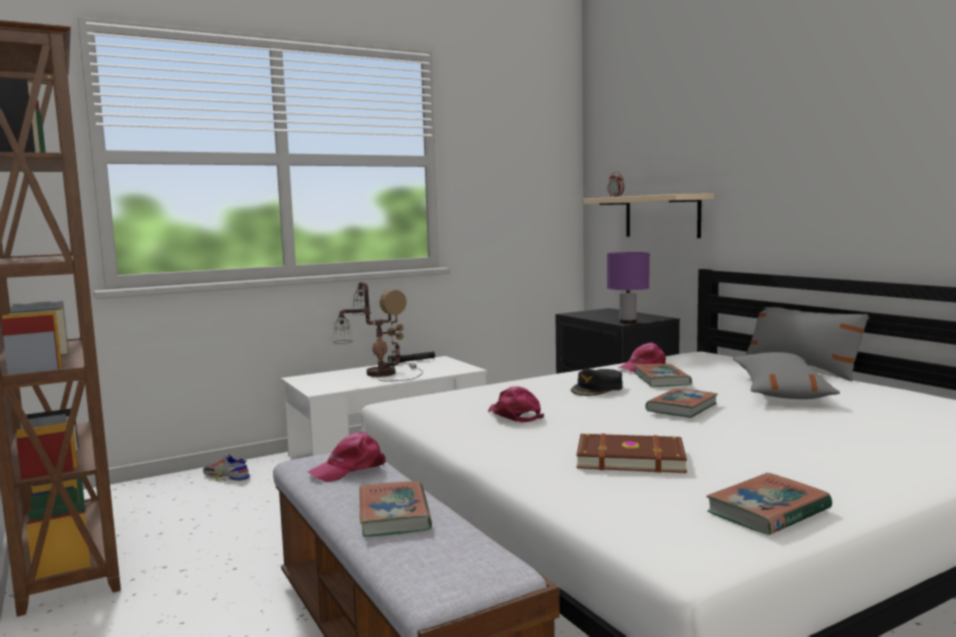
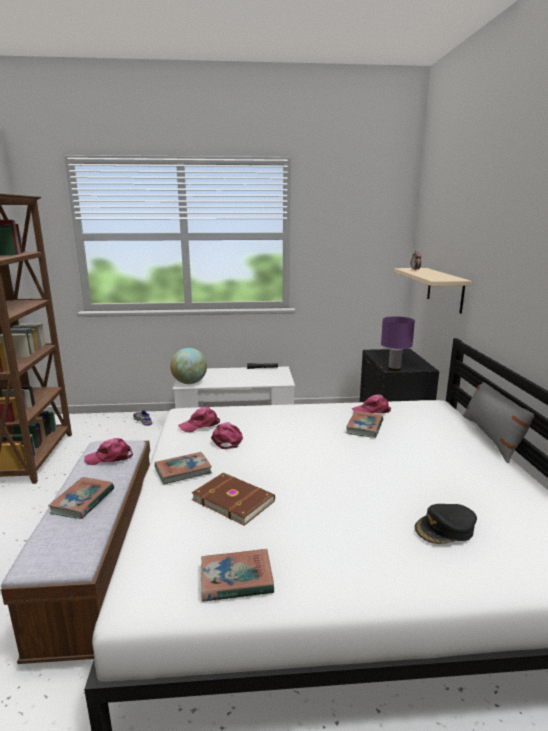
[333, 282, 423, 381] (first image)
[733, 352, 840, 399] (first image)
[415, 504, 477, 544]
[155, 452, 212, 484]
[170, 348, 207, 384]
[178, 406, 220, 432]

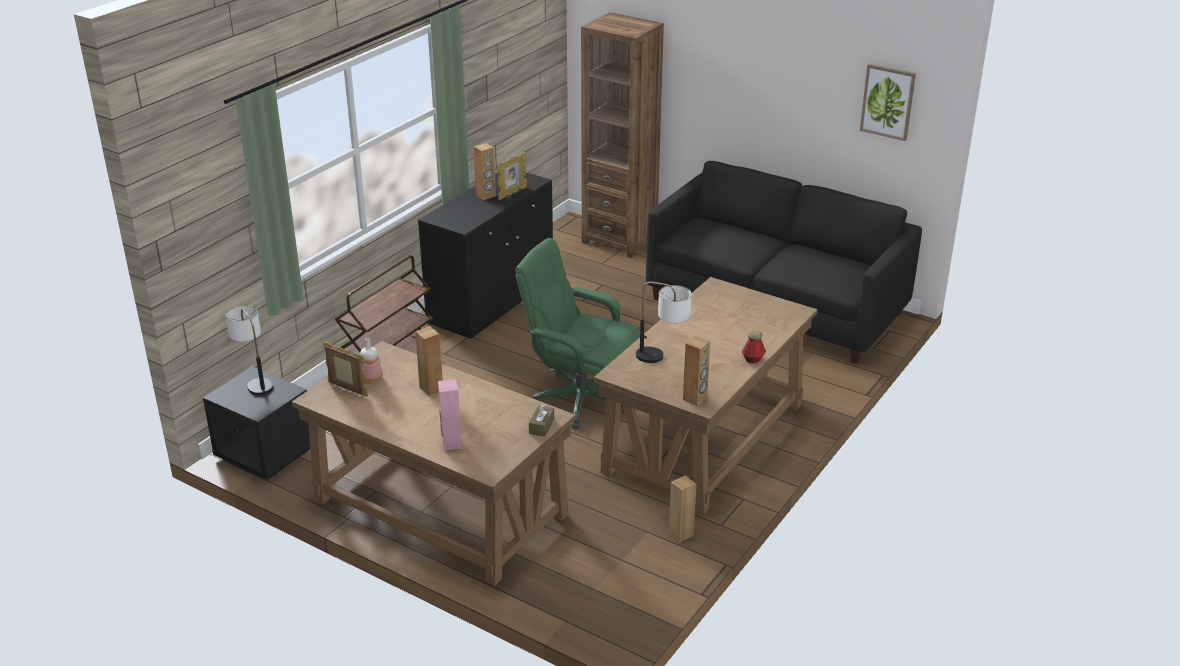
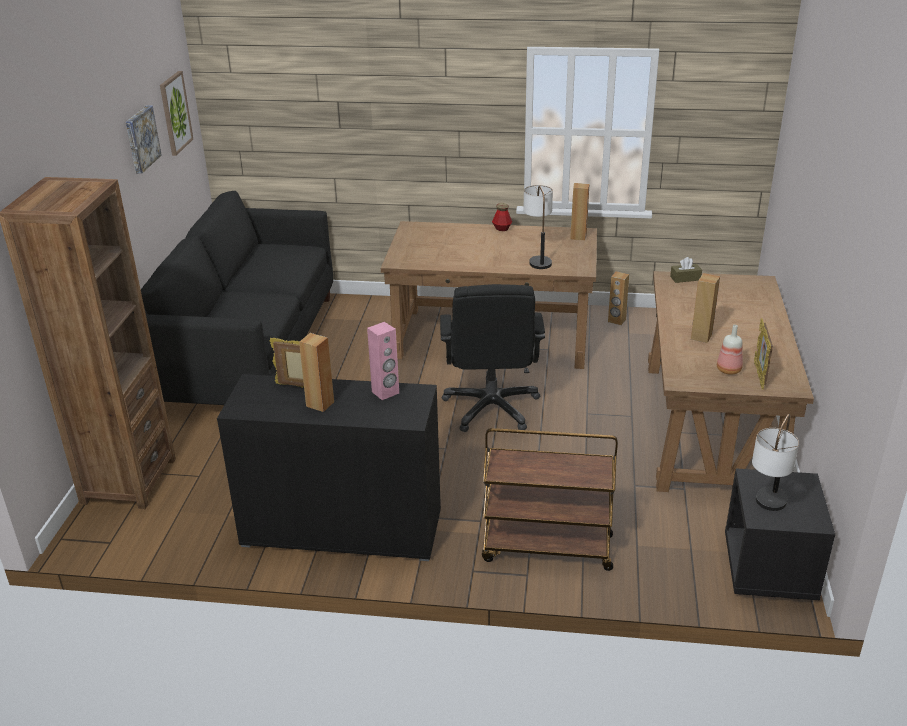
[440, 284, 545, 432]
[367, 322, 399, 400]
[126, 105, 162, 174]

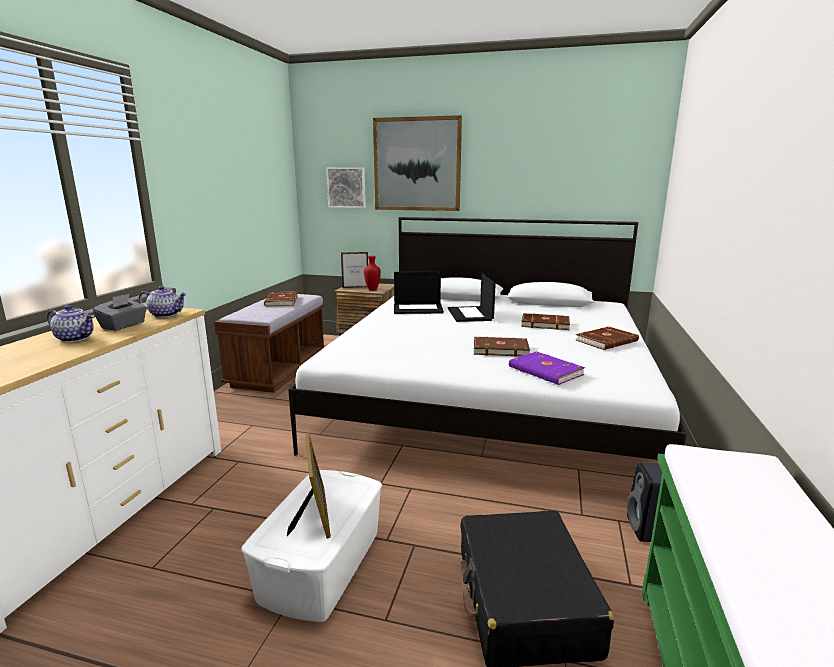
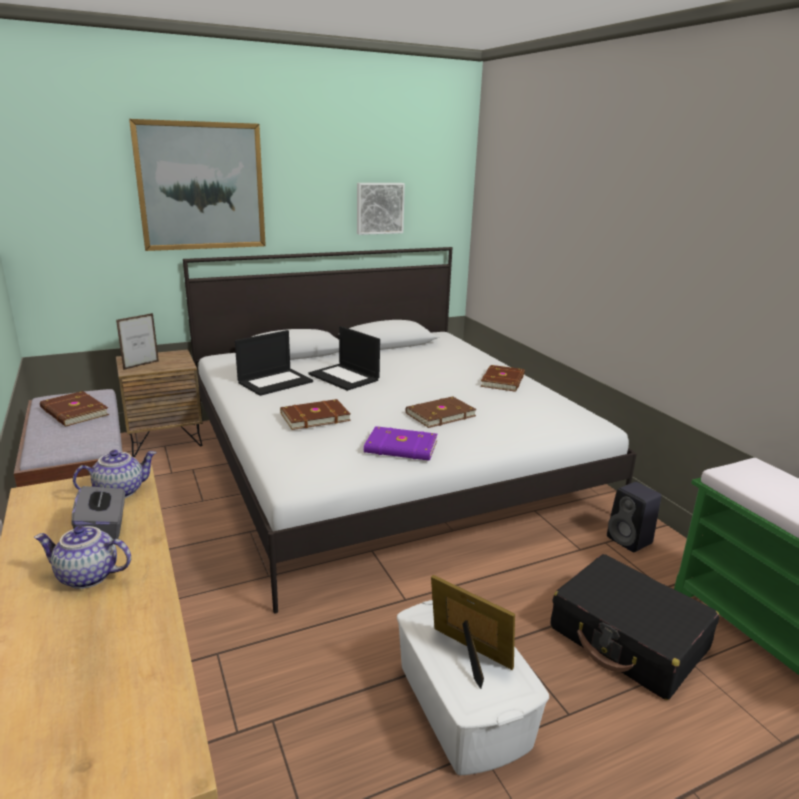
[357, 183, 405, 235]
[364, 256, 381, 291] (first image)
[34, 526, 131, 589]
[280, 399, 351, 430]
[364, 426, 438, 461]

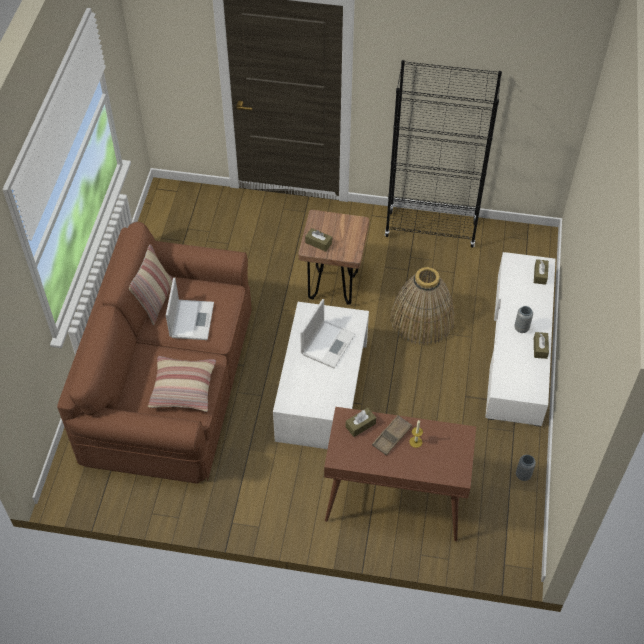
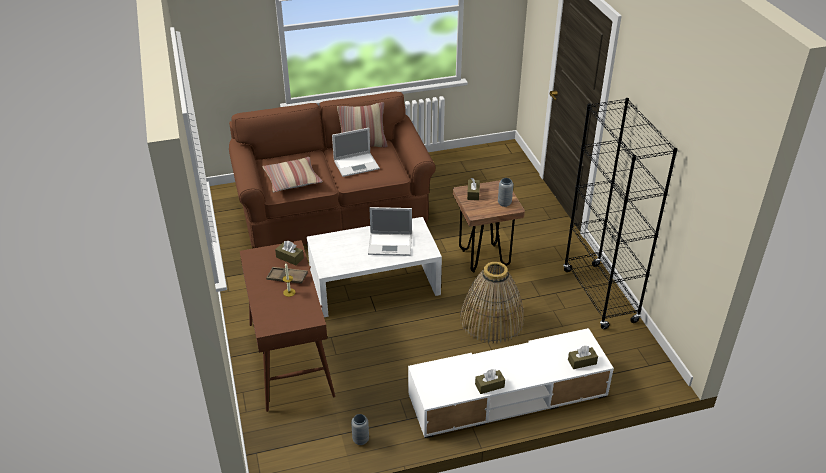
[498, 178, 513, 207]

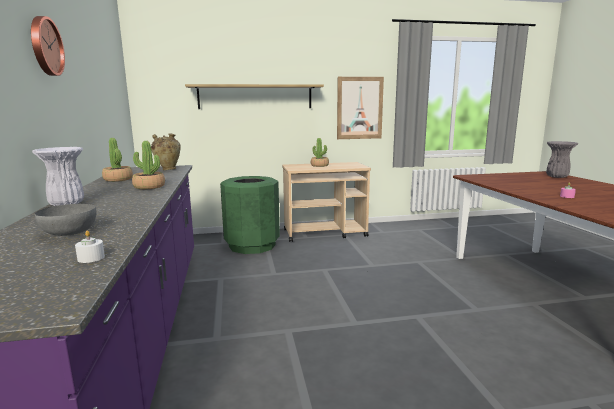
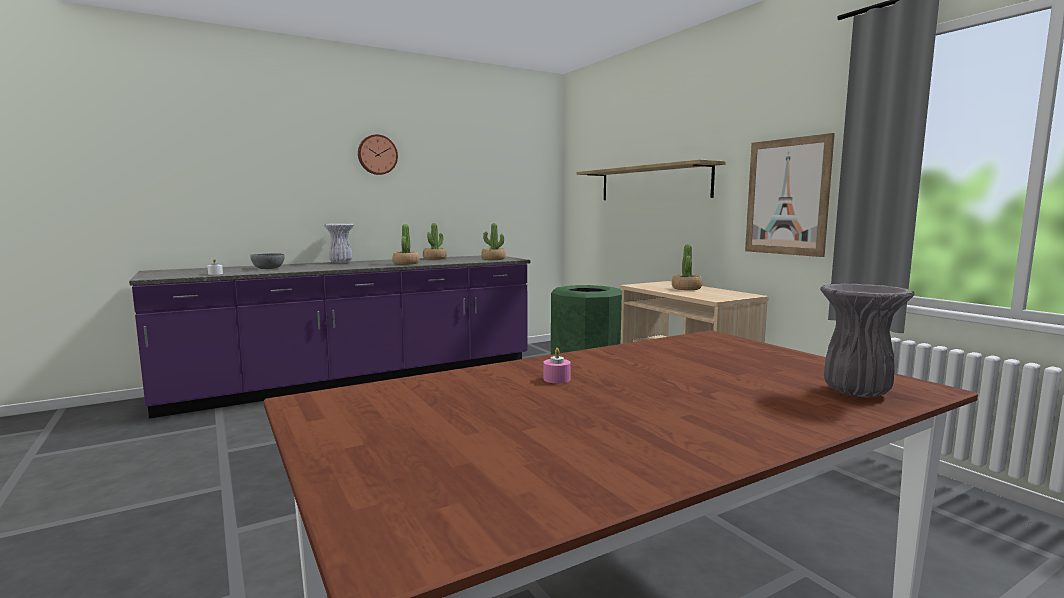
[481, 223, 506, 260]

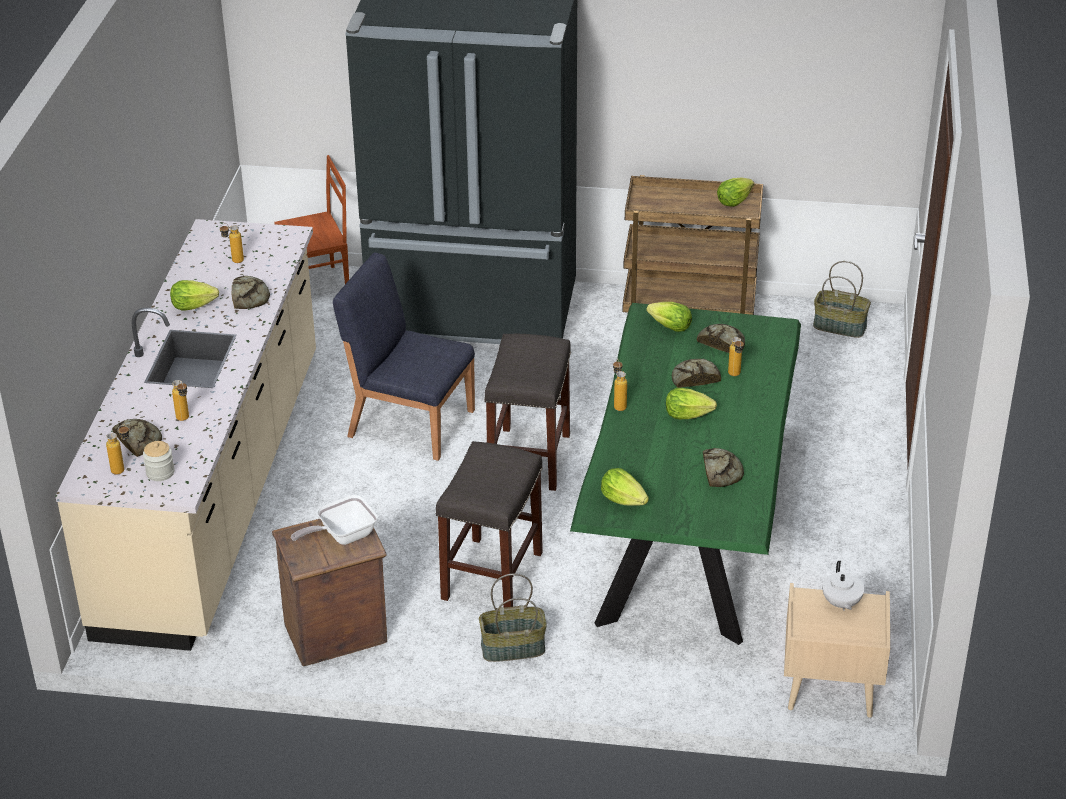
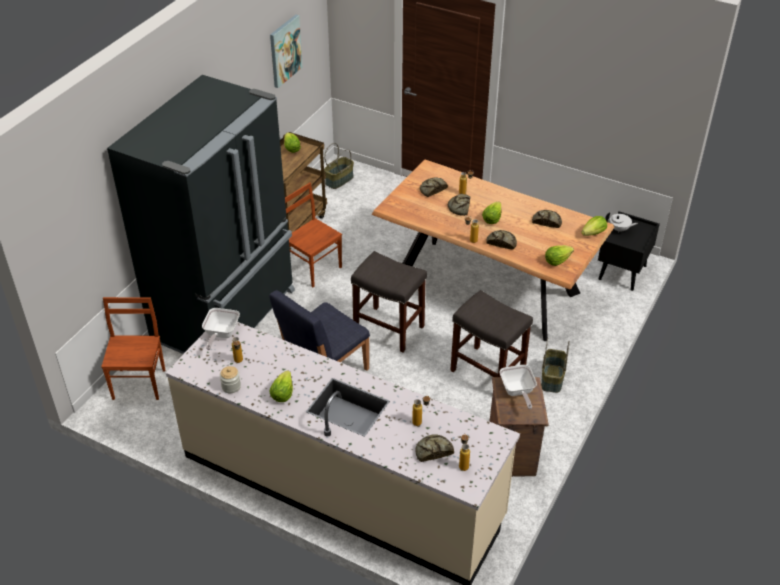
[486, 230, 517, 249]
[581, 216, 607, 236]
[372, 160, 614, 341]
[220, 366, 241, 393]
[598, 211, 660, 291]
[270, 15, 303, 88]
[285, 183, 342, 287]
[202, 308, 240, 350]

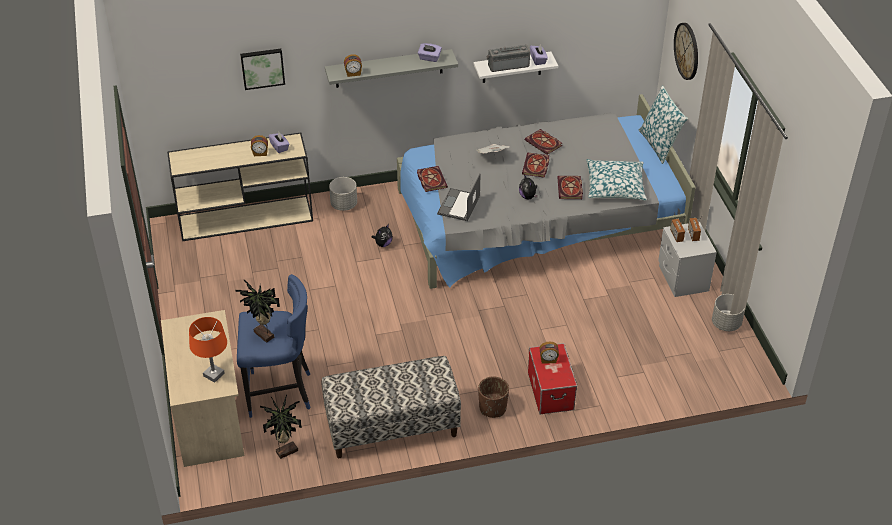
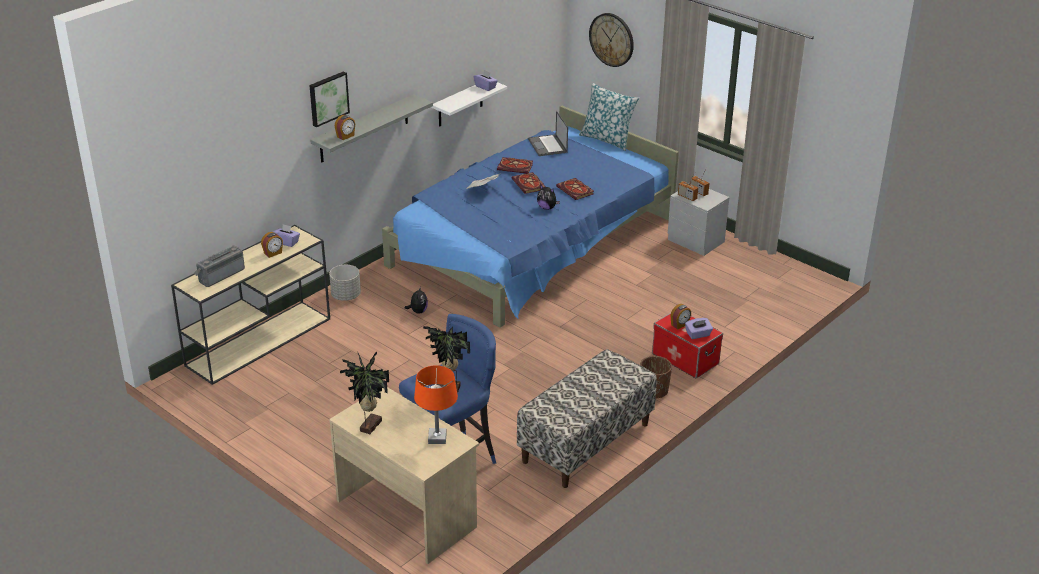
[685, 318, 713, 339]
[194, 245, 245, 287]
[309, 71, 350, 127]
[382, 106, 679, 328]
[586, 159, 647, 201] (first image)
[417, 166, 448, 192] (first image)
[528, 111, 568, 156]
[712, 294, 745, 331] (first image)
[340, 352, 389, 434]

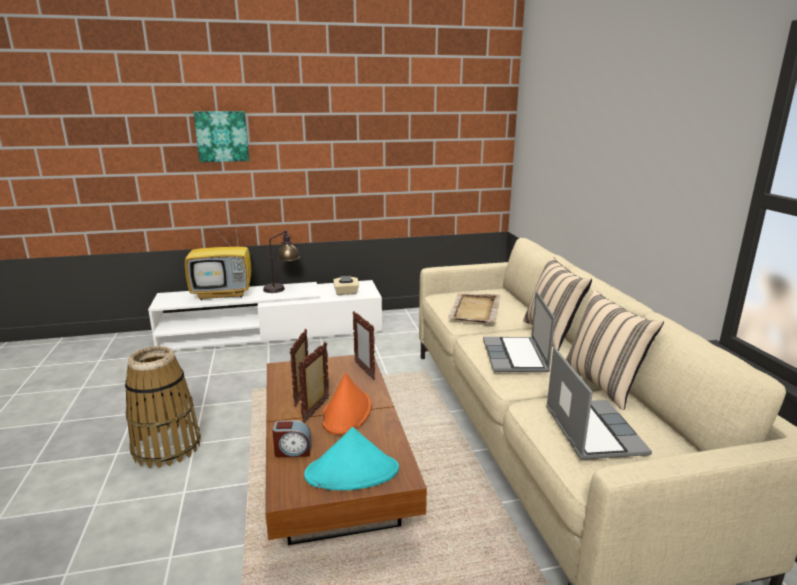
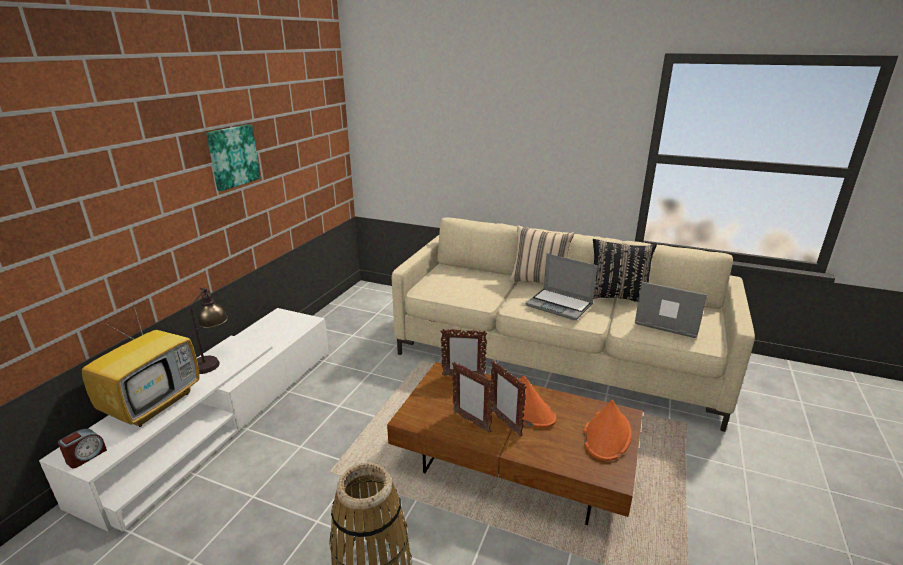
[206, 124, 261, 191]
[333, 276, 359, 295] (first image)
[593, 239, 657, 302]
[448, 293, 501, 323] (first image)
[58, 428, 107, 469]
[583, 400, 632, 461]

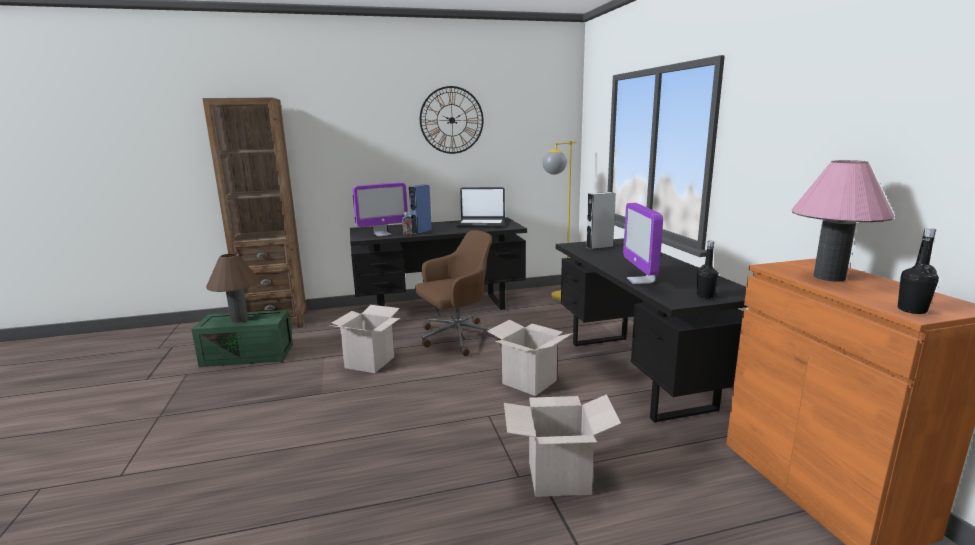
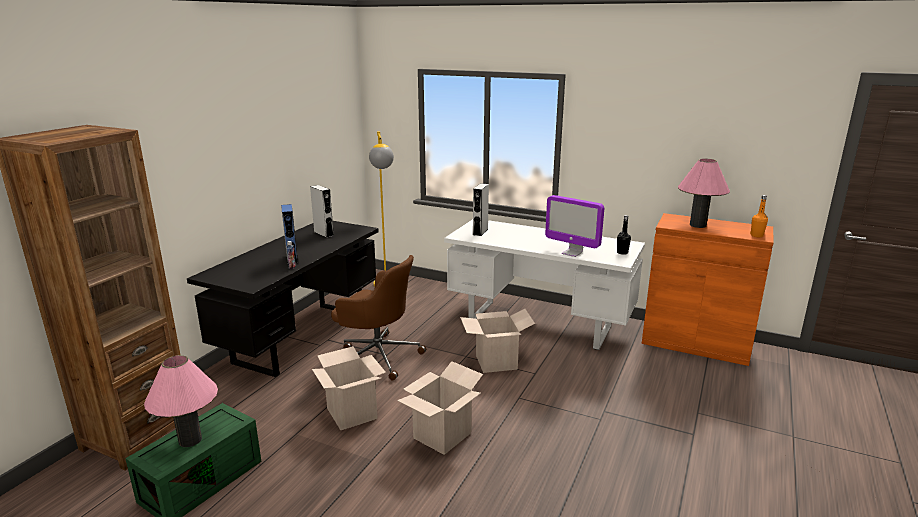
[420, 86, 484, 154] (first image)
[352, 182, 408, 236] (first image)
[310, 185, 334, 238]
[750, 195, 768, 237]
[331, 255, 426, 381]
[444, 219, 645, 350]
[144, 355, 218, 447]
[397, 361, 483, 455]

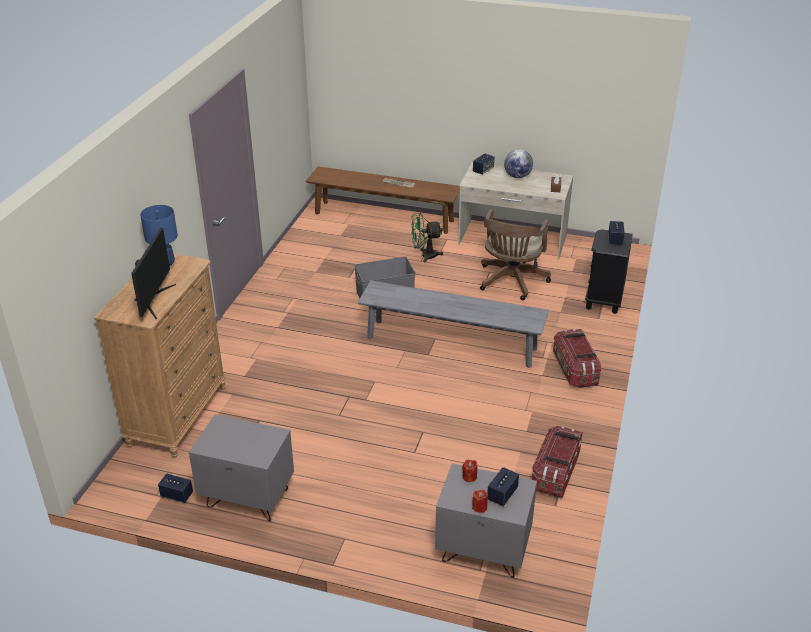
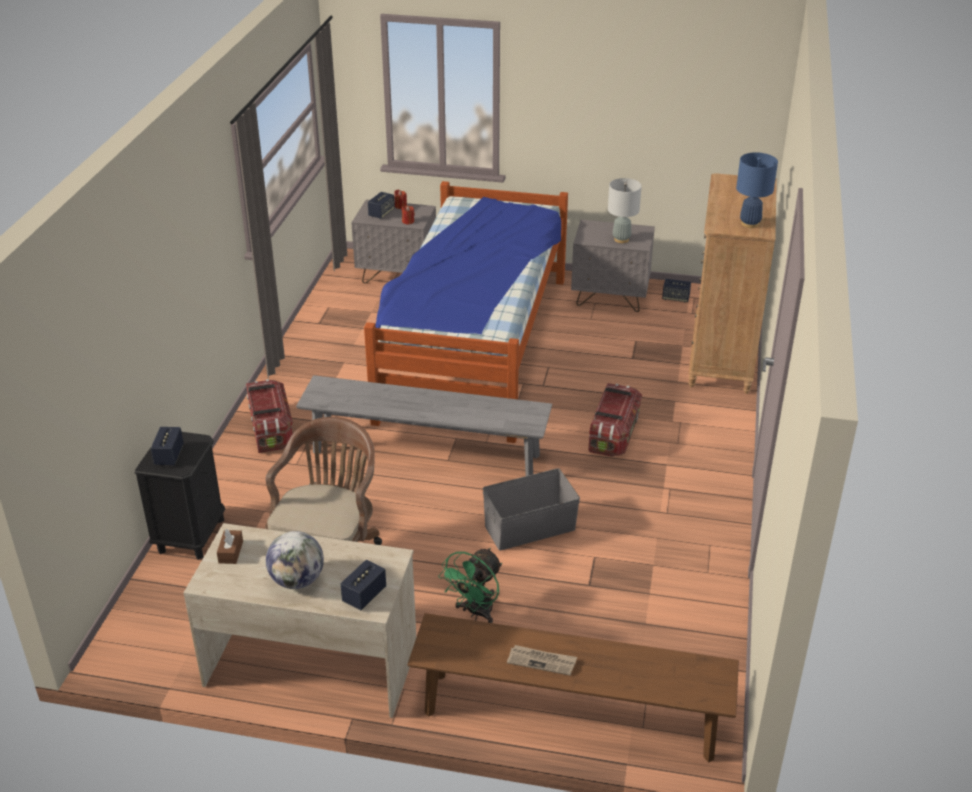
[438, 548, 502, 623]
[131, 228, 176, 319] (first image)
[588, 383, 642, 457]
[608, 178, 642, 243]
[364, 181, 568, 443]

